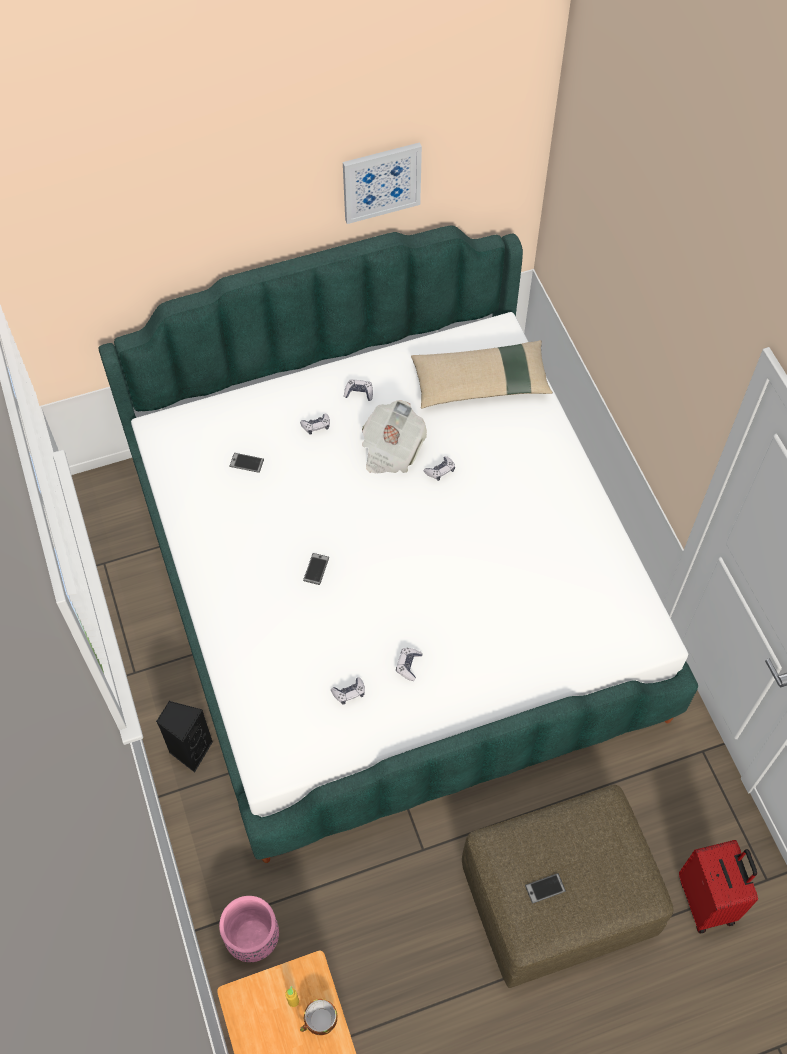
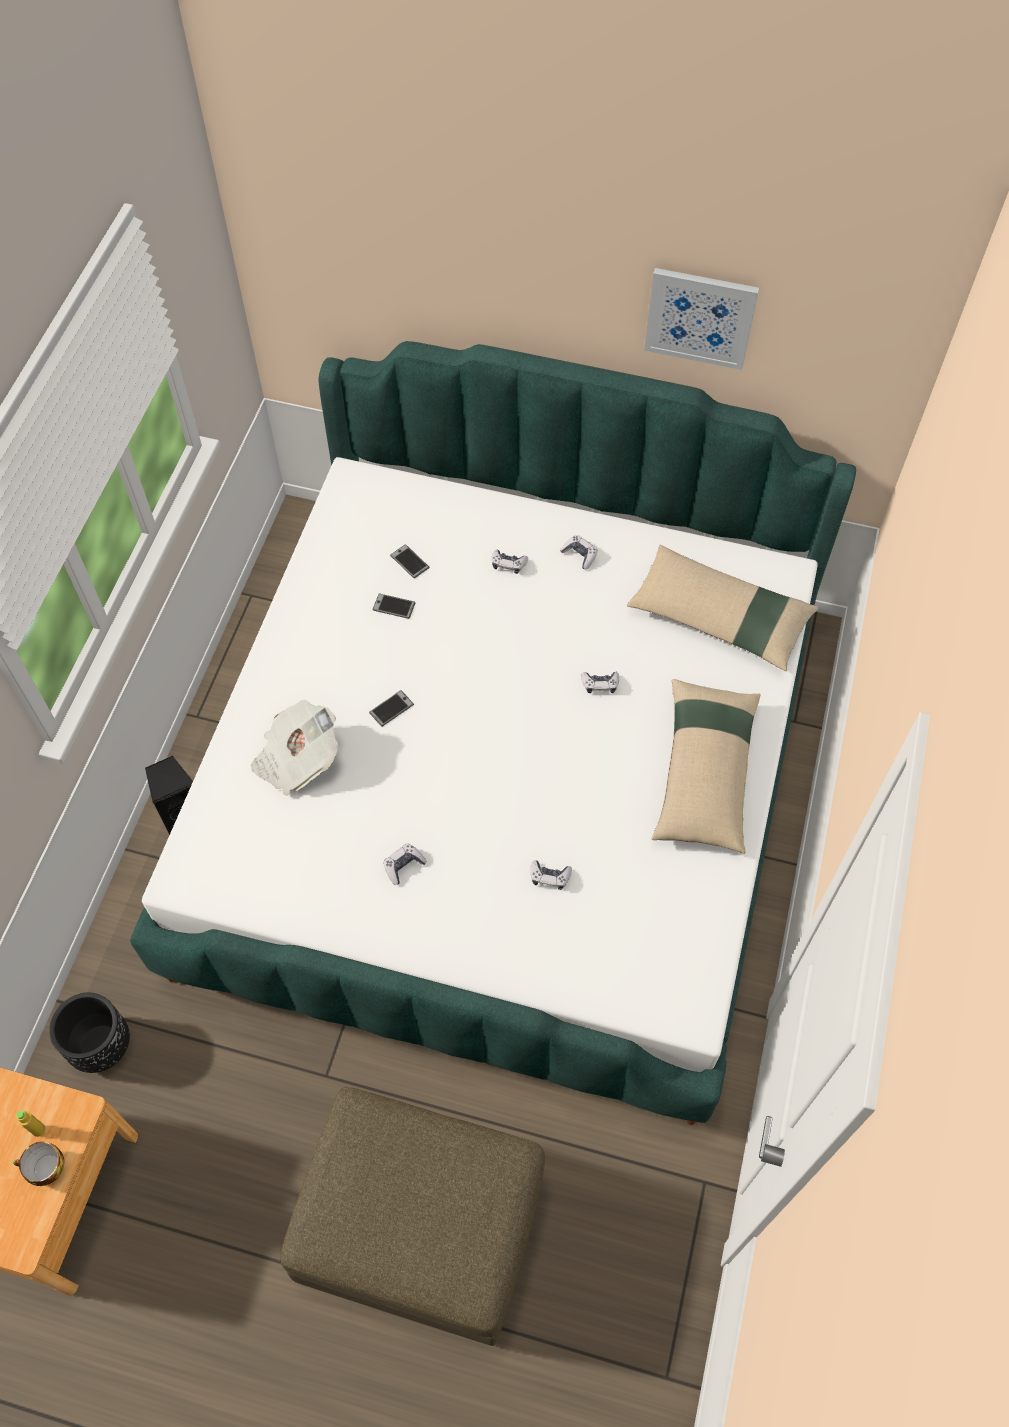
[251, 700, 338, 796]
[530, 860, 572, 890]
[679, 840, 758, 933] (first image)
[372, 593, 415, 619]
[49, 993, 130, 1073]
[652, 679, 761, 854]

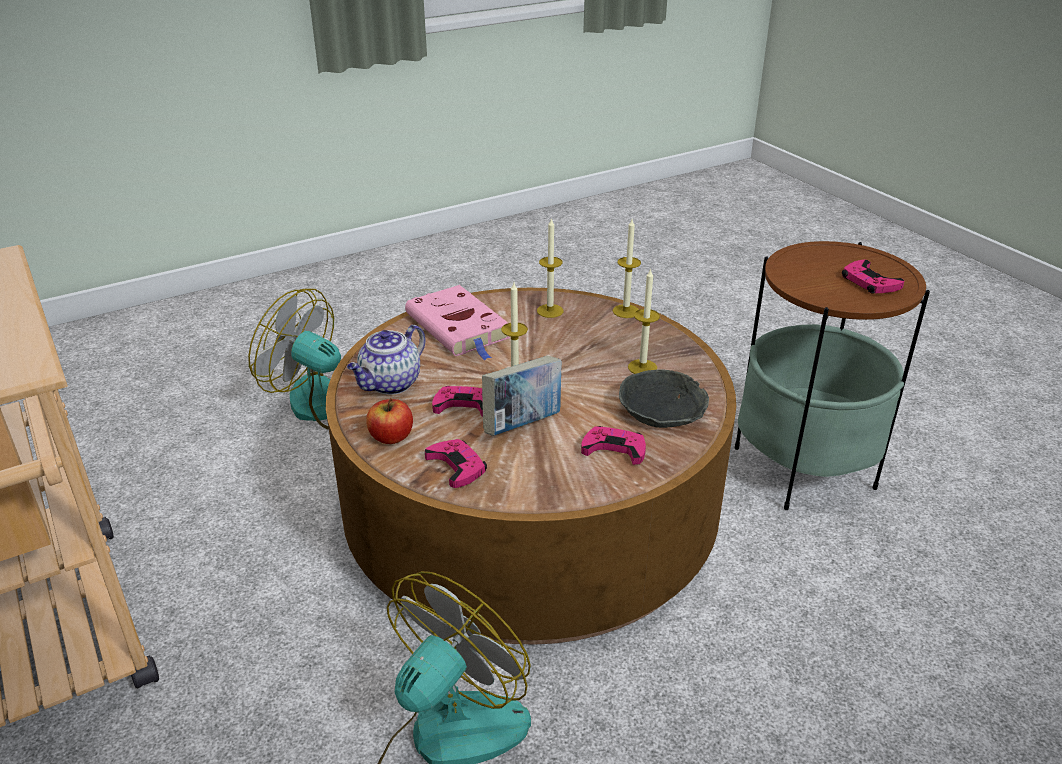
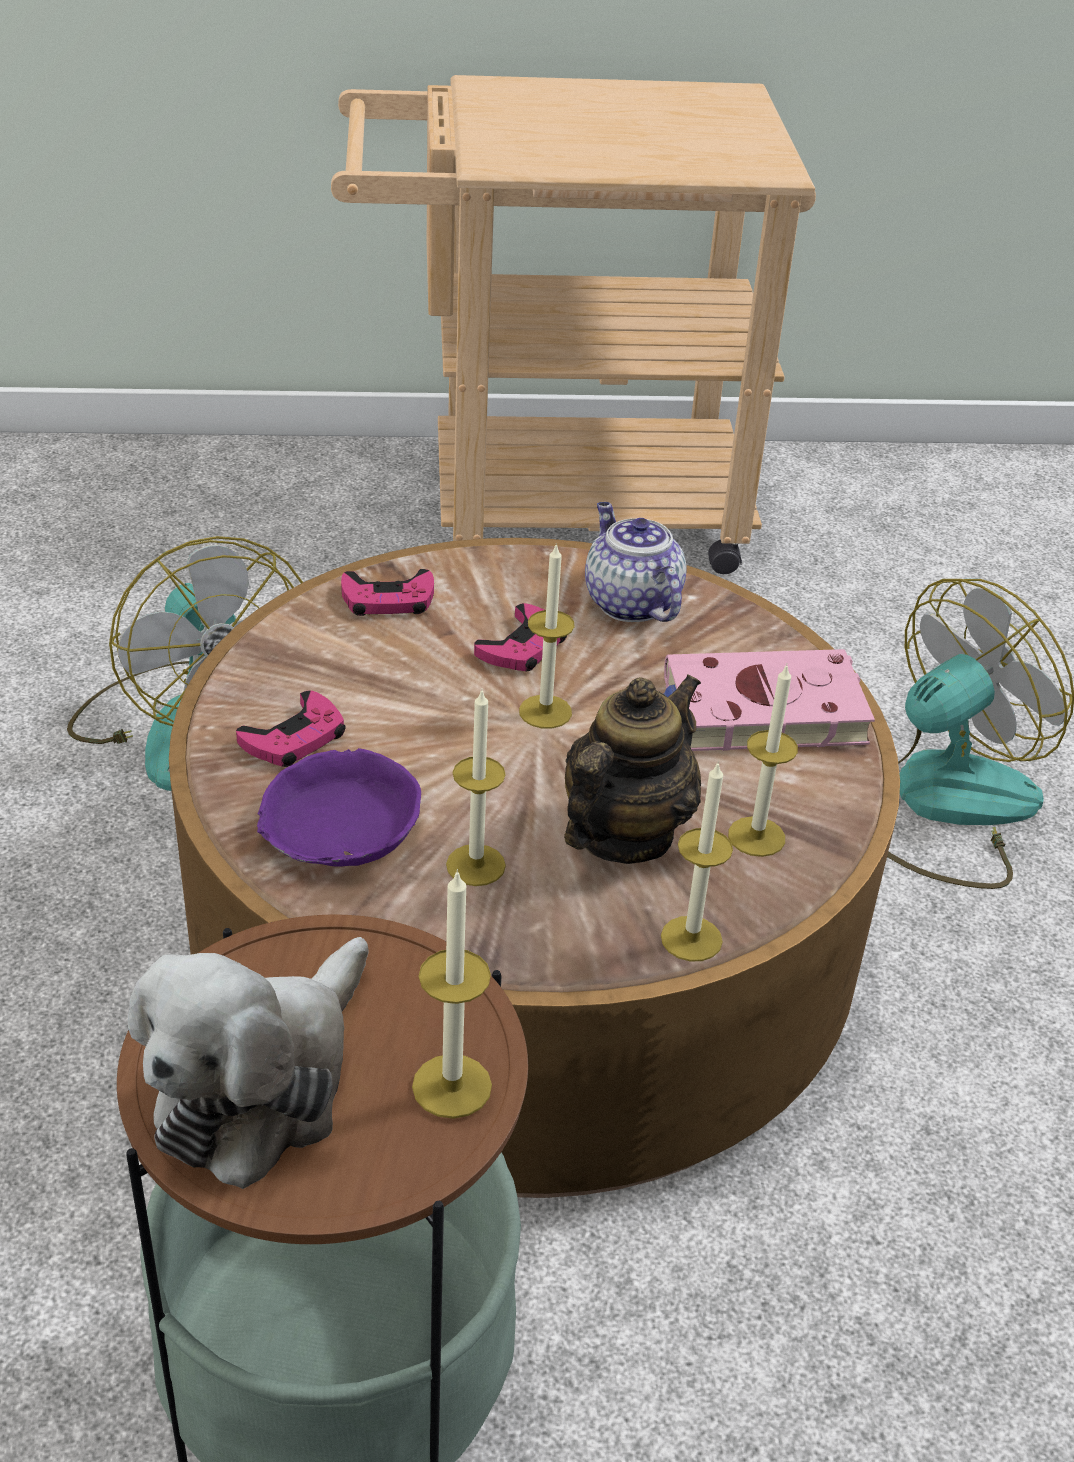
[128, 937, 368, 1189]
[482, 356, 562, 436] (first image)
[257, 748, 421, 867]
[366, 398, 413, 444] (first image)
[564, 674, 701, 864]
[412, 869, 492, 1119]

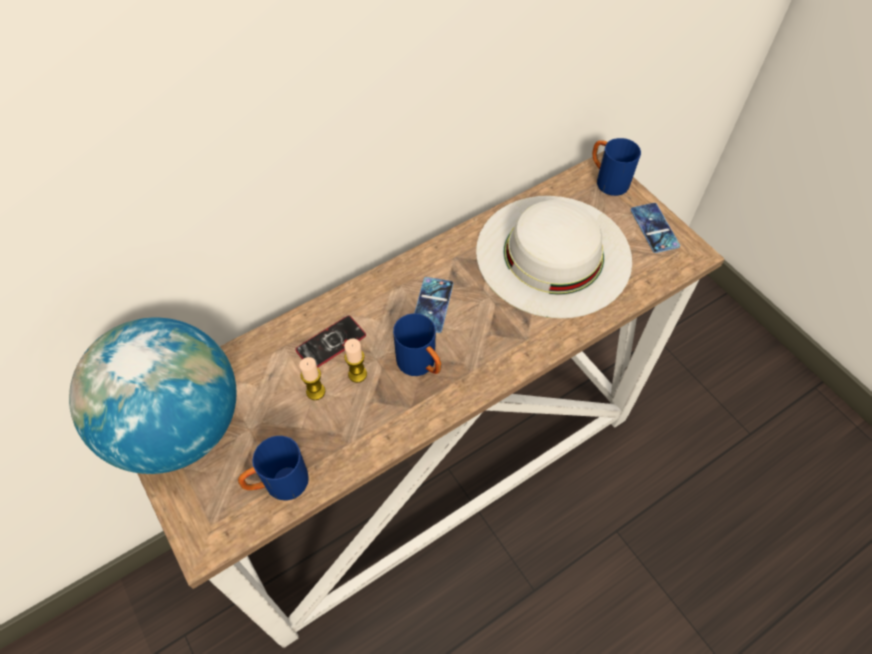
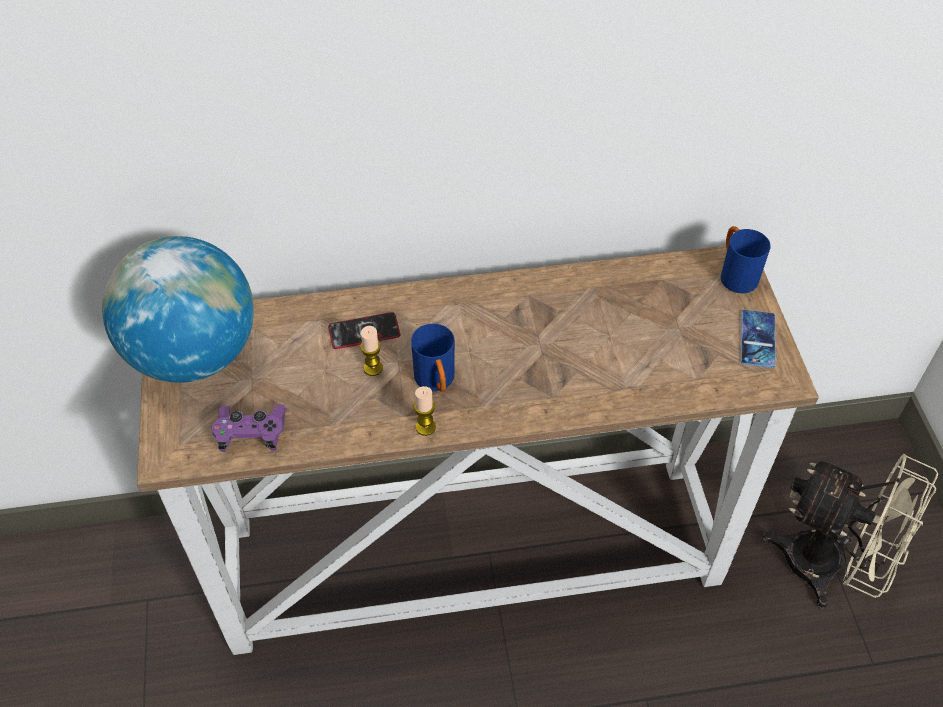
[476, 196, 632, 318] (first image)
[414, 277, 453, 333] (first image)
[414, 386, 436, 436]
[212, 404, 287, 452]
[762, 454, 938, 609]

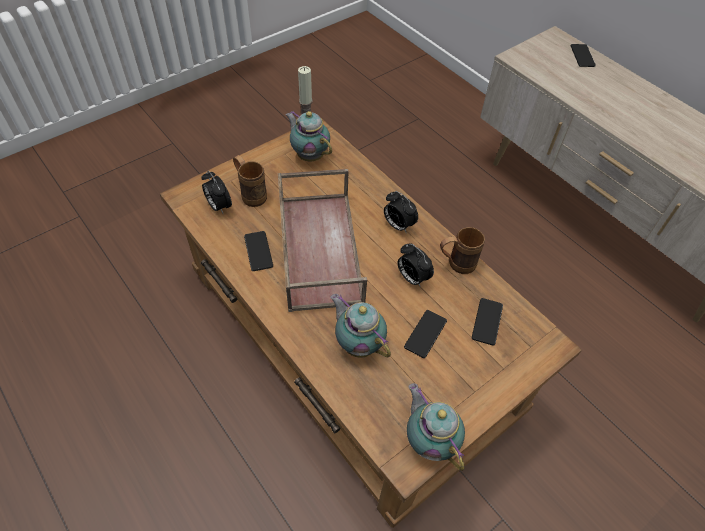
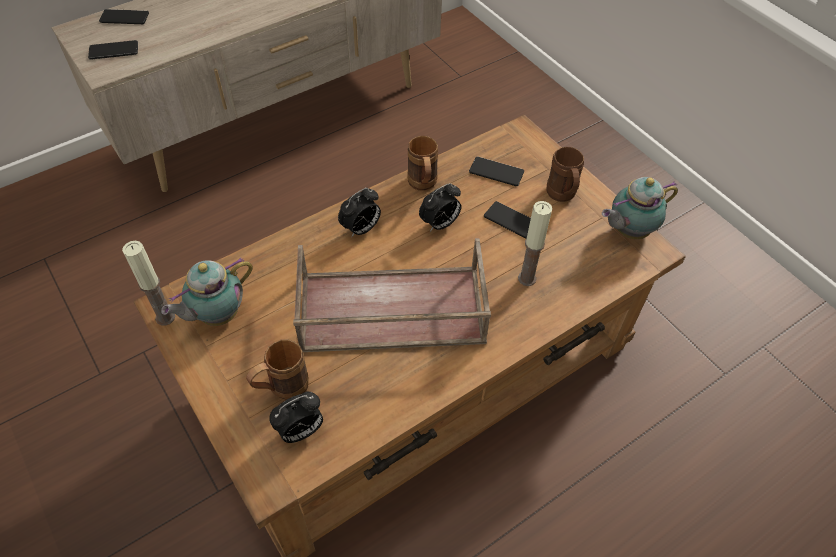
[88, 40, 138, 60]
[518, 201, 552, 286]
[547, 147, 584, 202]

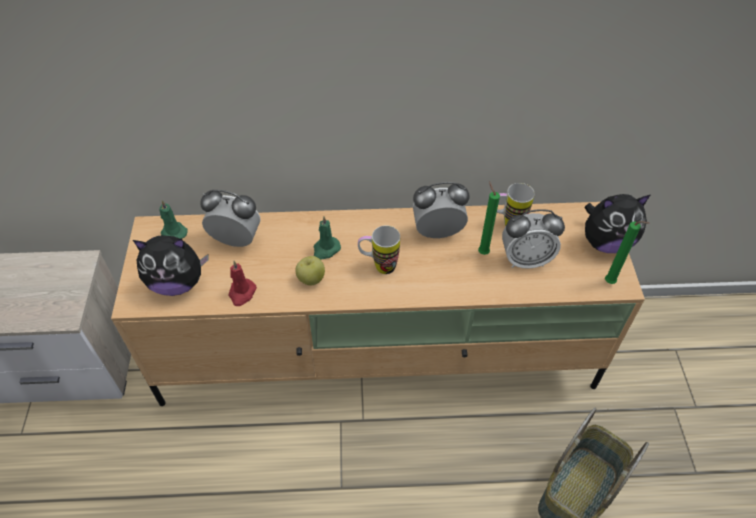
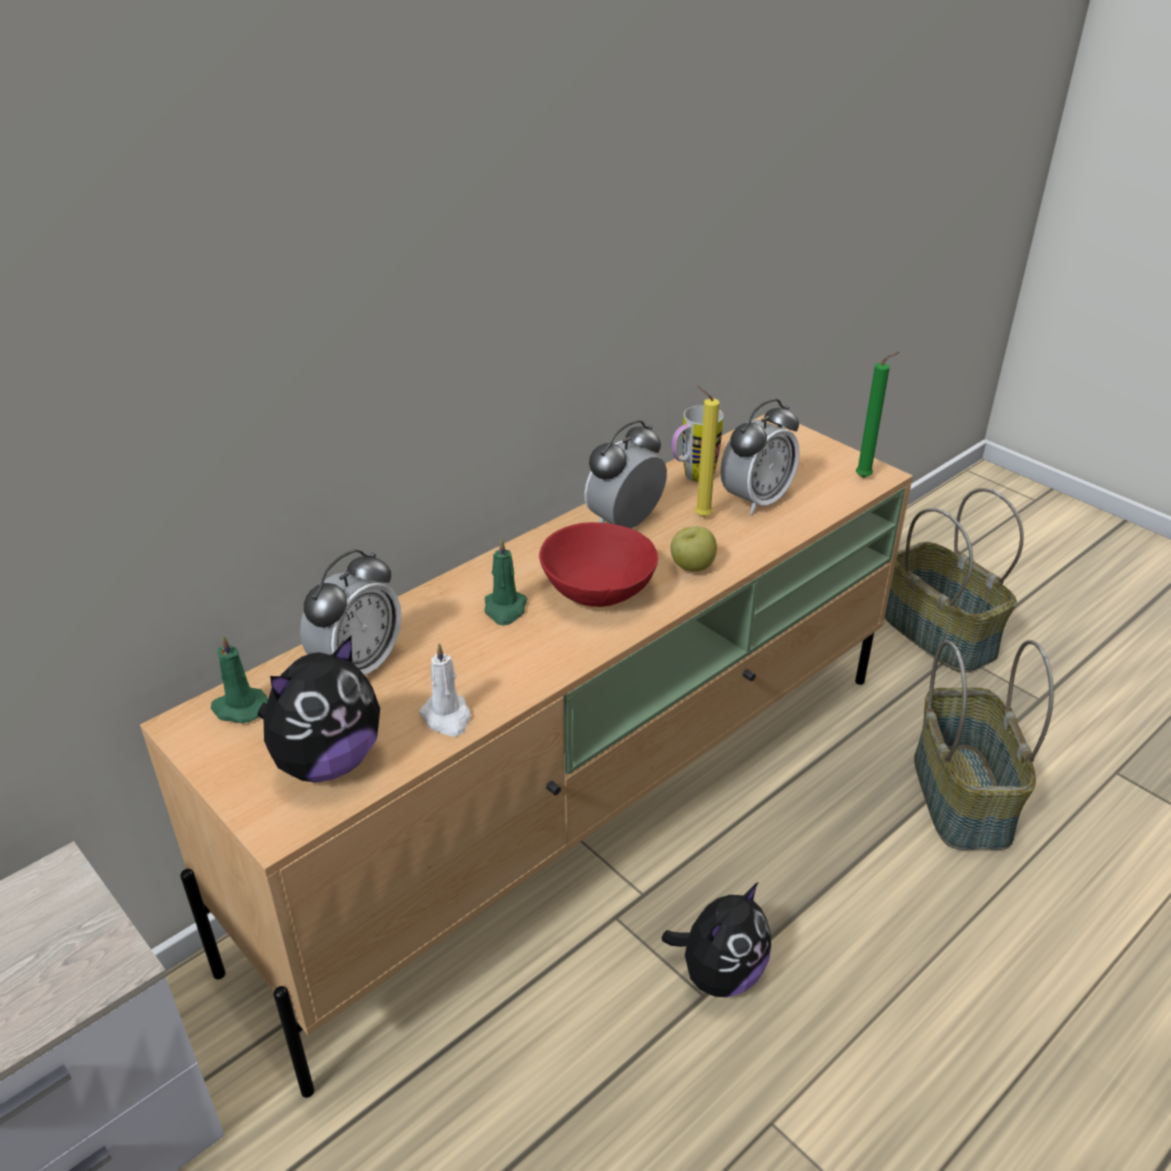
[695, 385, 719, 517]
[300, 549, 401, 675]
[661, 883, 771, 997]
[539, 522, 658, 607]
[670, 526, 717, 572]
[419, 643, 471, 737]
[884, 488, 1024, 673]

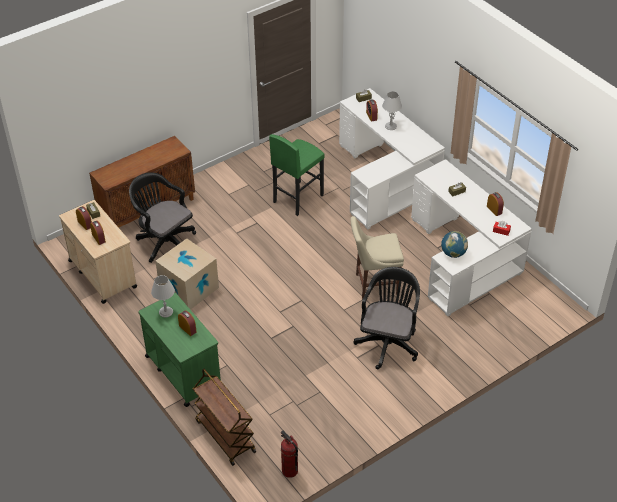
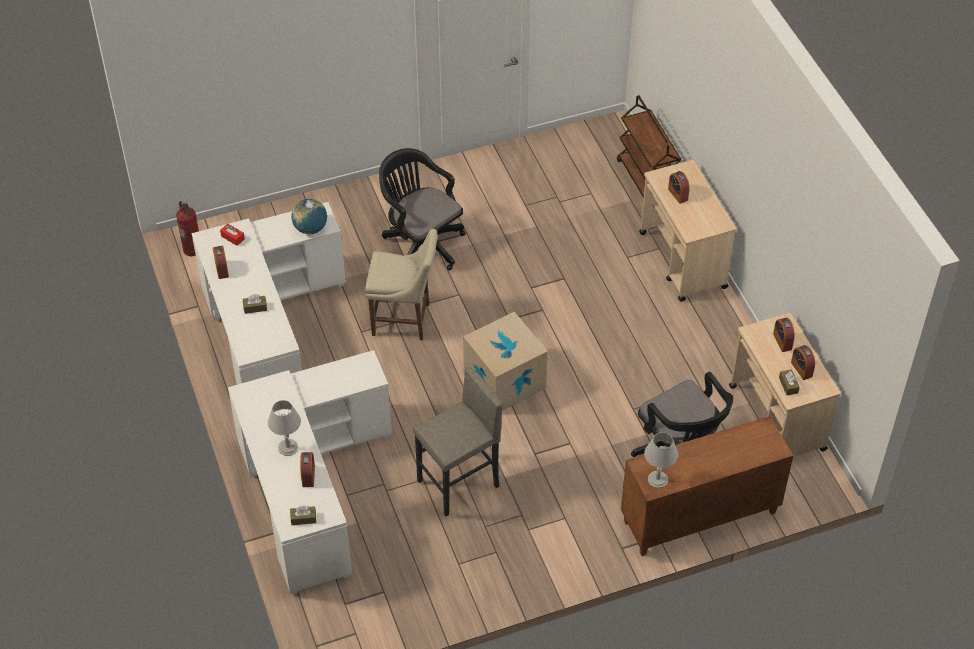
[413, 367, 502, 516]
[463, 312, 548, 411]
[379, 148, 465, 271]
[644, 432, 678, 488]
[639, 160, 736, 302]
[176, 201, 199, 256]

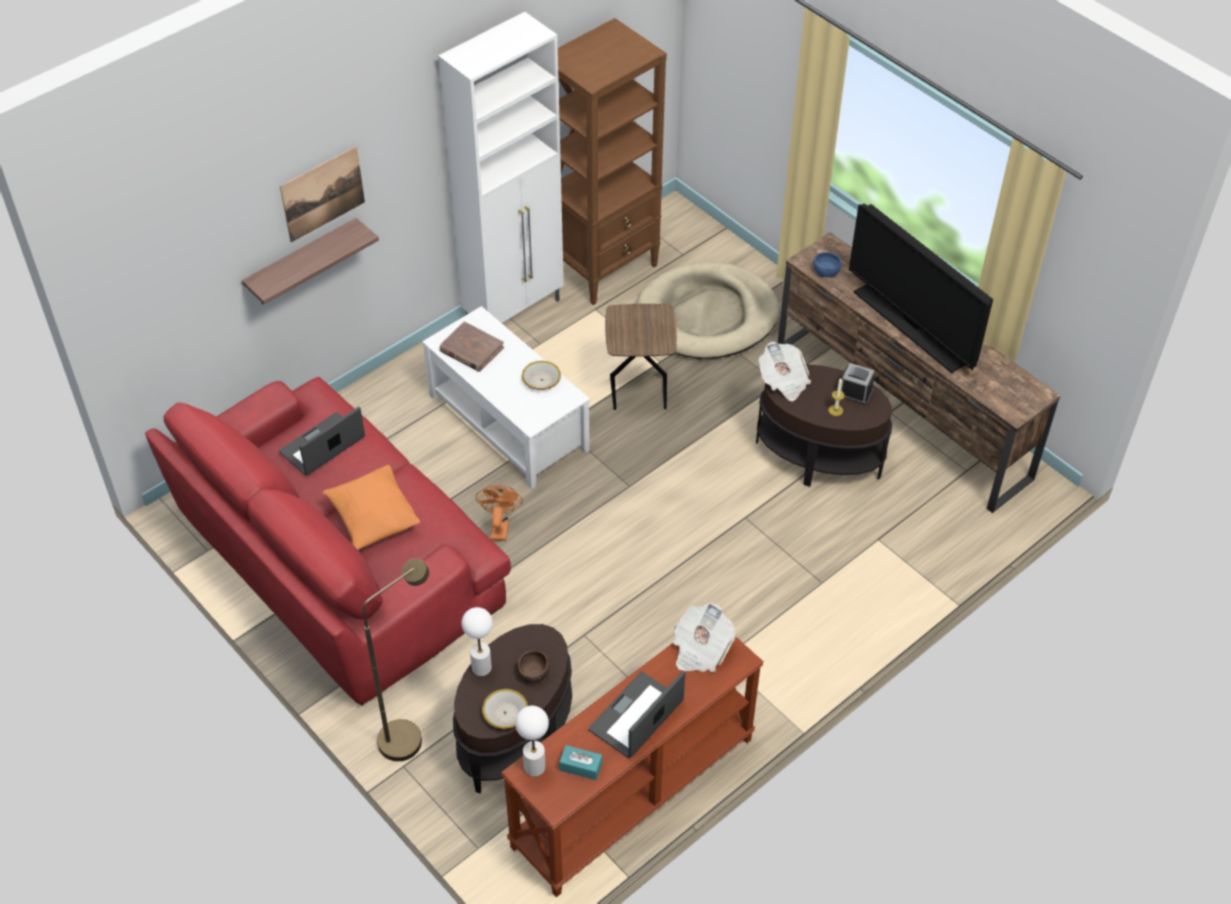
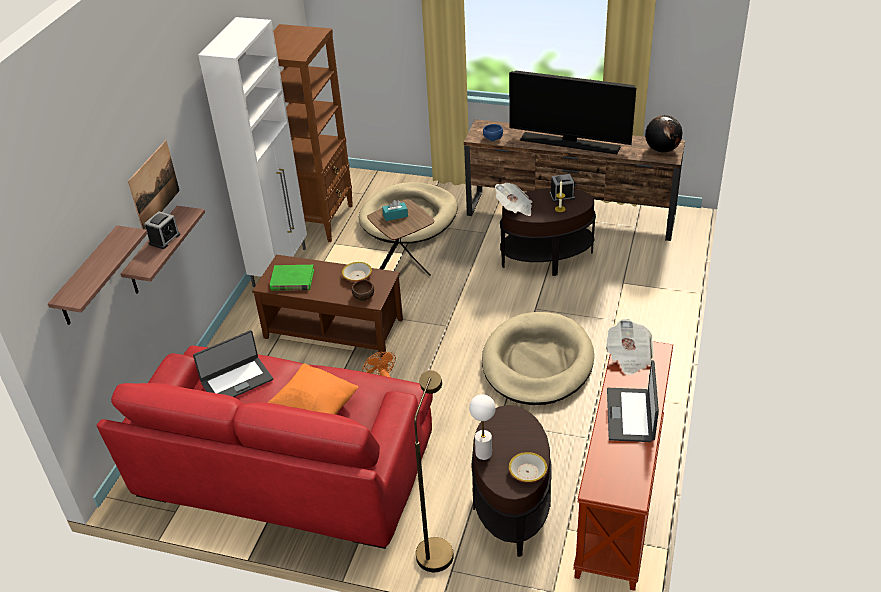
[252, 255, 403, 358]
[270, 265, 314, 291]
[193, 330, 273, 397]
[352, 280, 374, 301]
[515, 706, 549, 776] (first image)
[382, 200, 408, 221]
[645, 115, 682, 152]
[144, 211, 180, 249]
[48, 226, 148, 325]
[482, 312, 594, 405]

